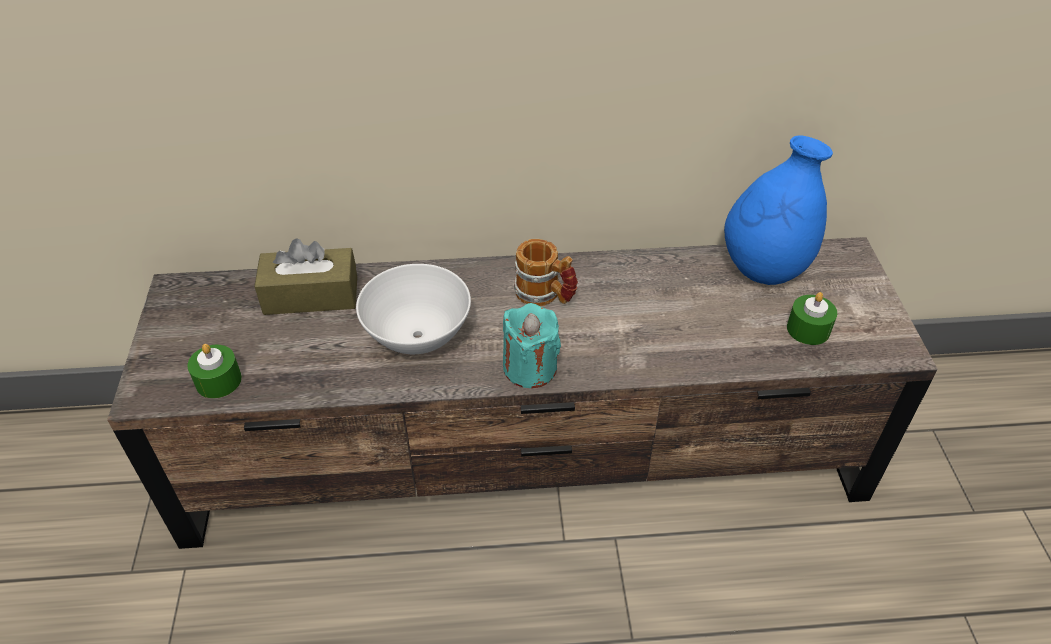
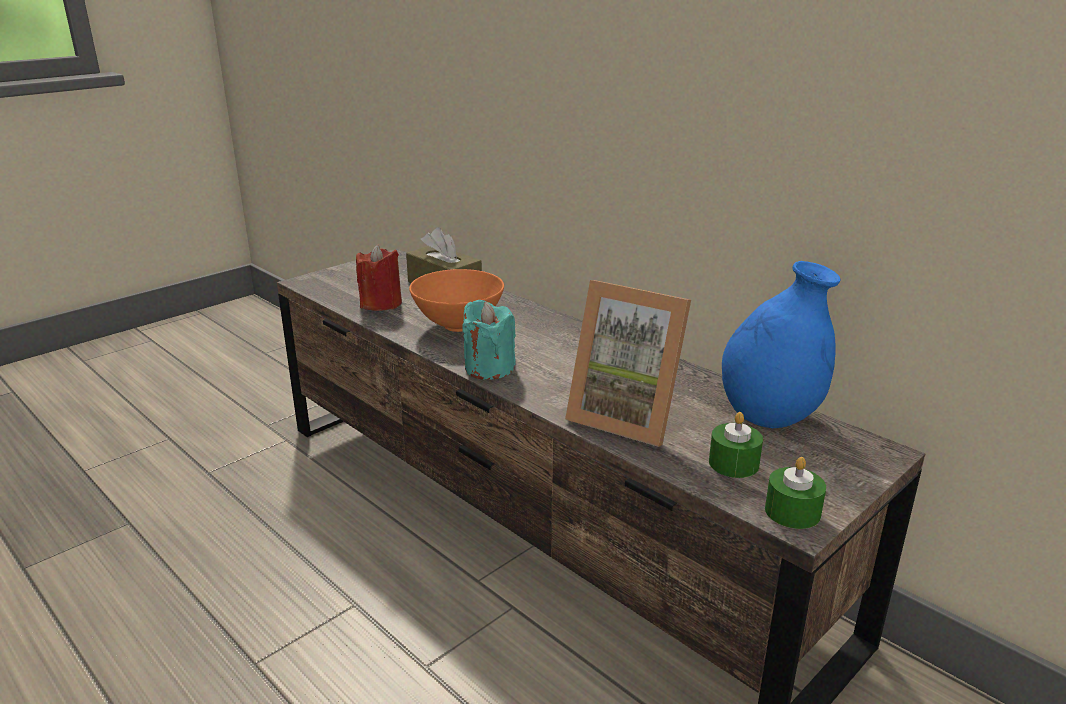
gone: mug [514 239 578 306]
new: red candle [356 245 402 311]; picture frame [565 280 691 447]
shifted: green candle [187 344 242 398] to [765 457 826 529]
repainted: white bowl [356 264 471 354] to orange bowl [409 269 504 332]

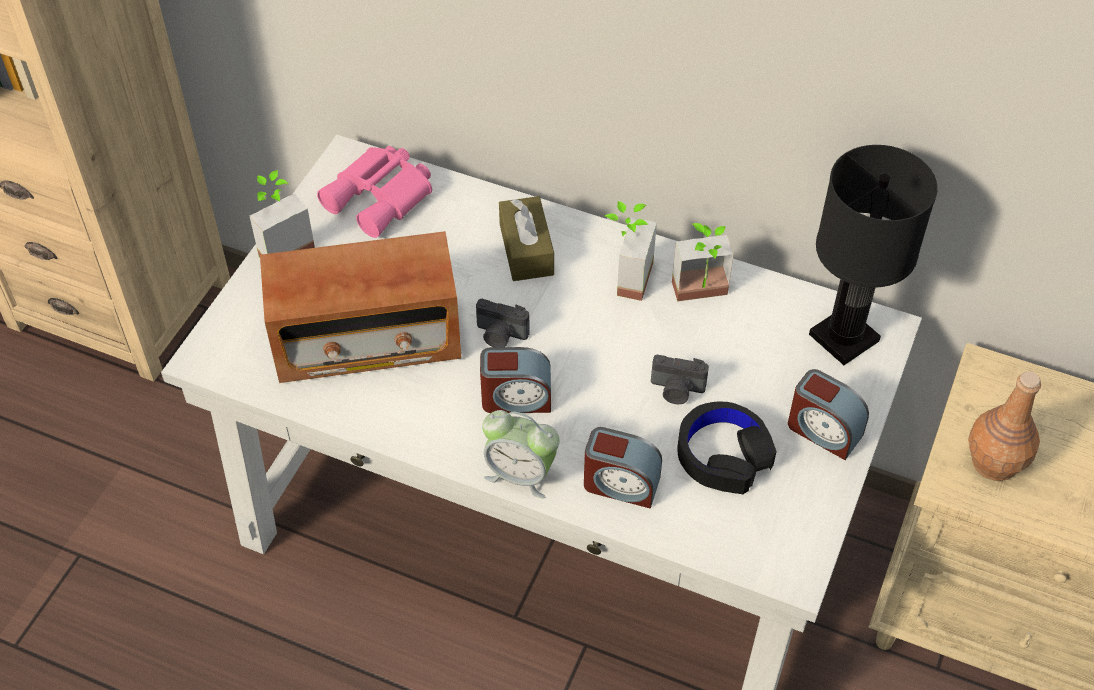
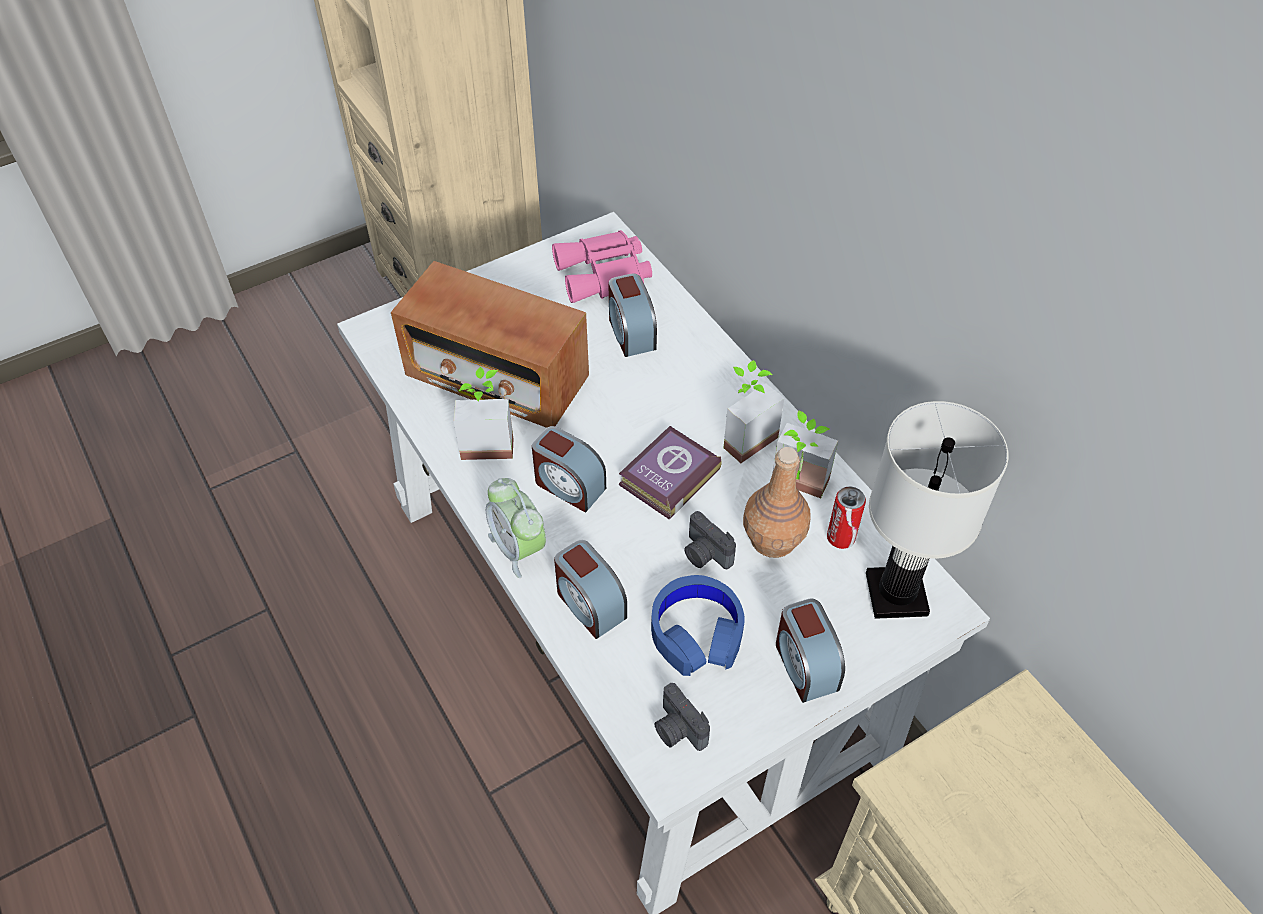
gone: brown tissue box [499 196 554 281]
new: alarm clock [608 274 657 357]; book [619 426 721 519]; can [827 486 866 549]
shifted: potted plant [250 170 315 258] to [454 367 513 460]; photo camera [476 299 530 347] to [655 683 710 751]; brown bottle [968 372 1041 481] to [743 447 811 558]
repainted: black table lamp [809 145 938 365] to white table lamp [866 401 1008 619]; black headphones [677 402 777 494] to blue headphones [651 575 745 676]

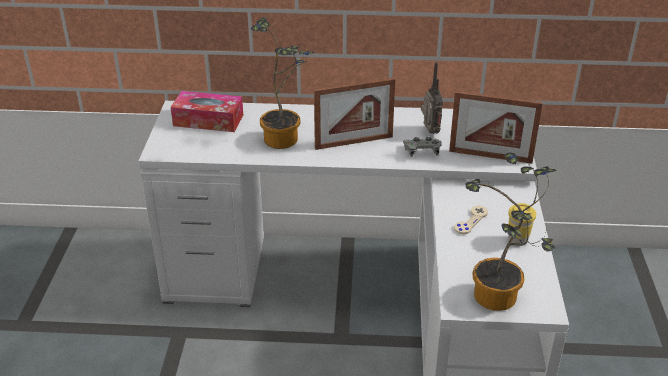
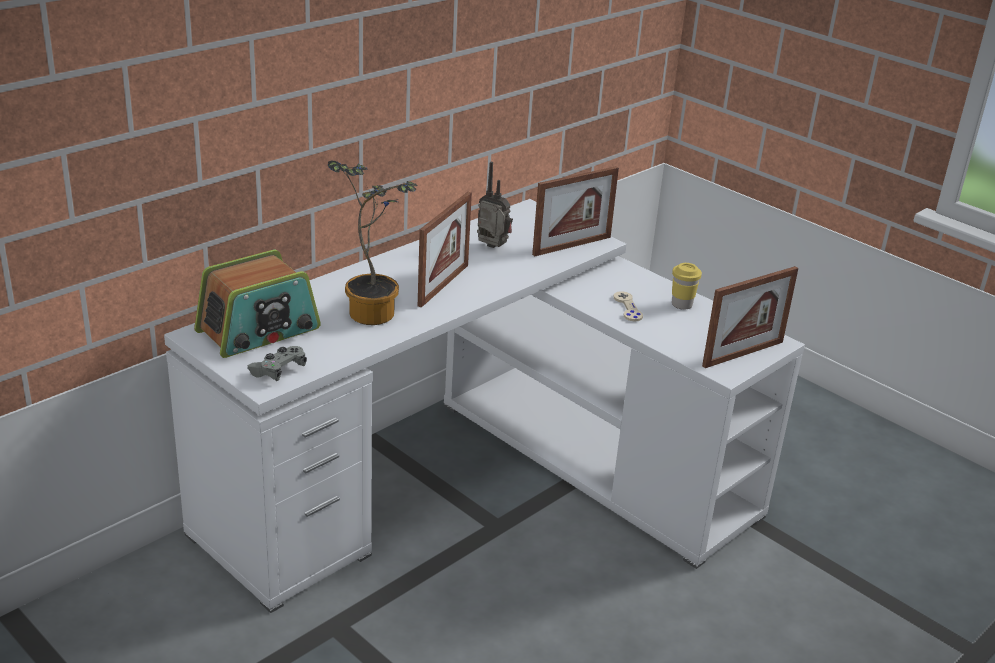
shifted: grey game controller [403 137 442 157] to [247 346 307 381]
swapped: tissue box [171 91 243 132] to radio [194 250 321 358]; potted plant [465 152 557 311] to picture frame [702 266 798 368]

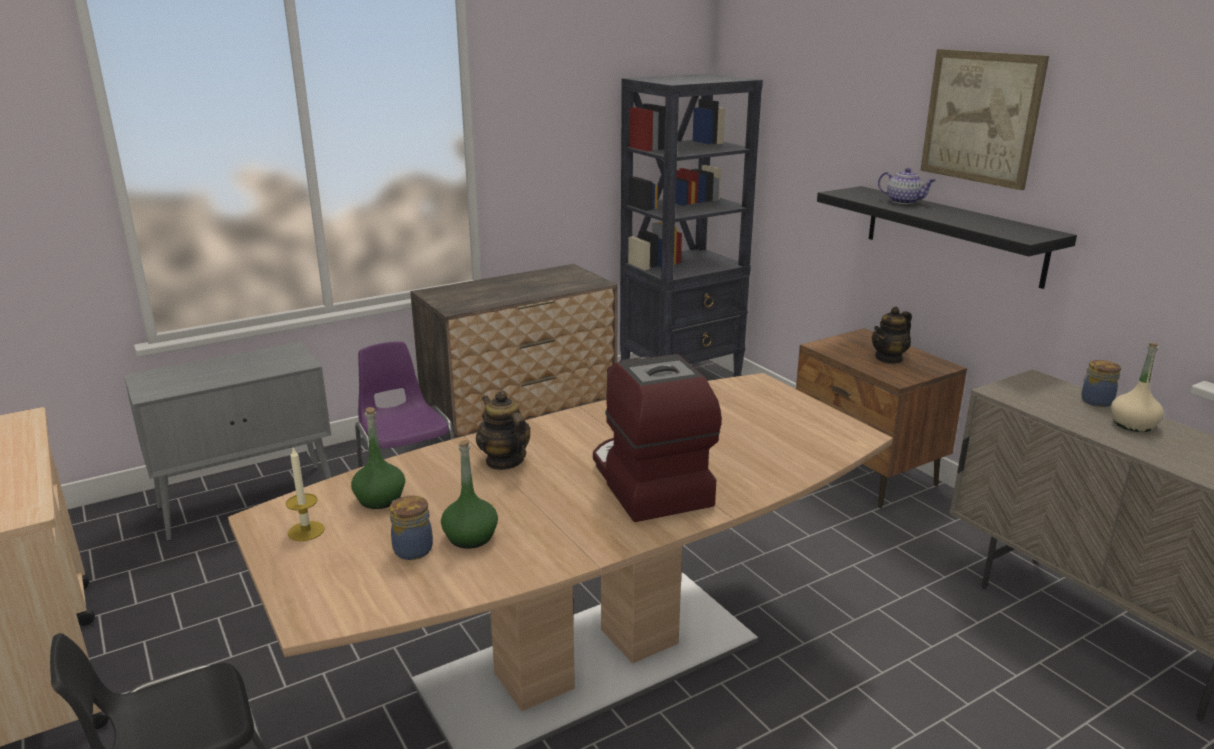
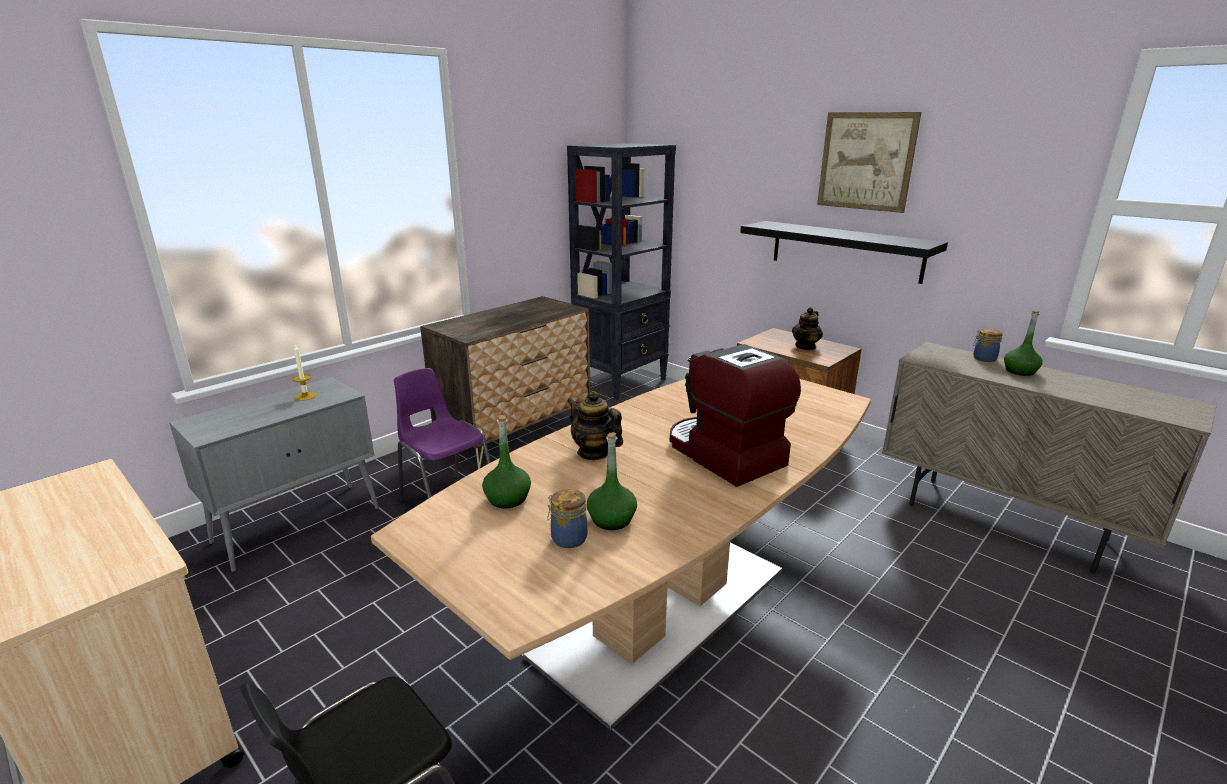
gone: teapot [878 168 936 204]
shifted: candle [286 448 325 541] to [292 345 317 401]
repainted: beige bottle [1111 343 1164 432] to green bottle [1004 311 1043 376]

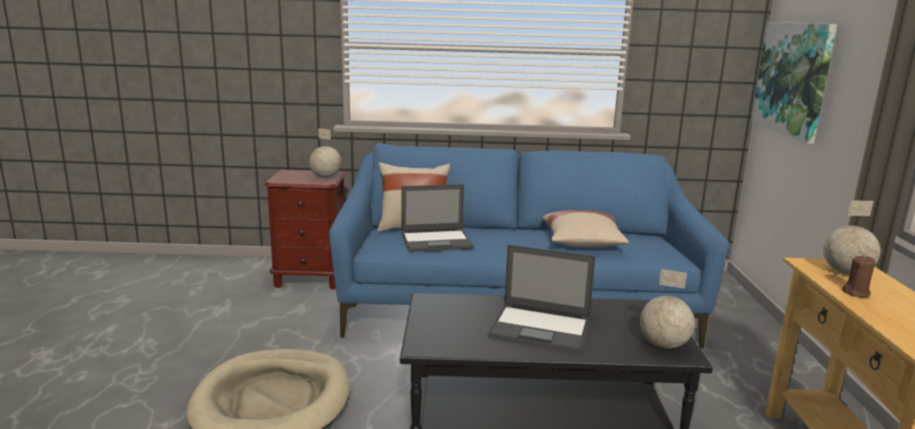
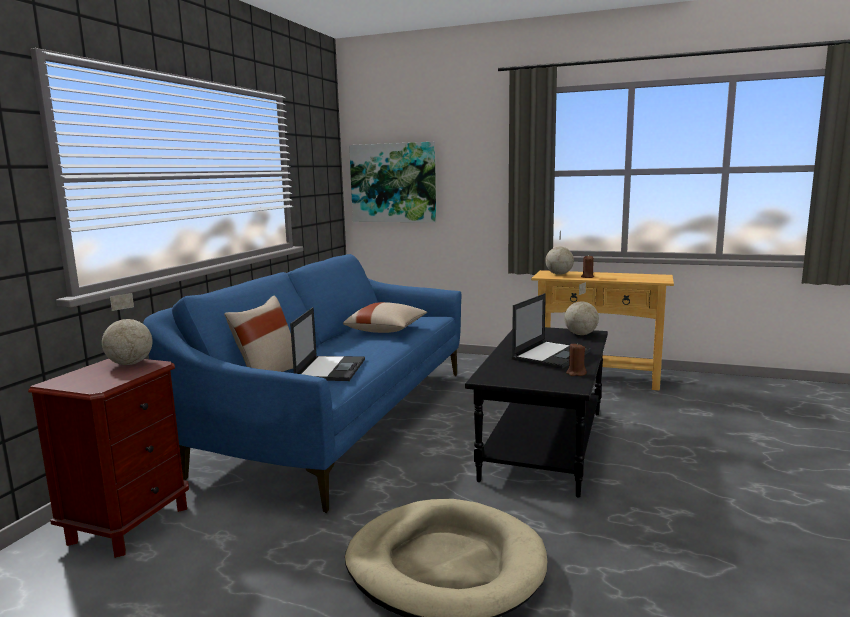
new: brown candle [566 343 587 376]

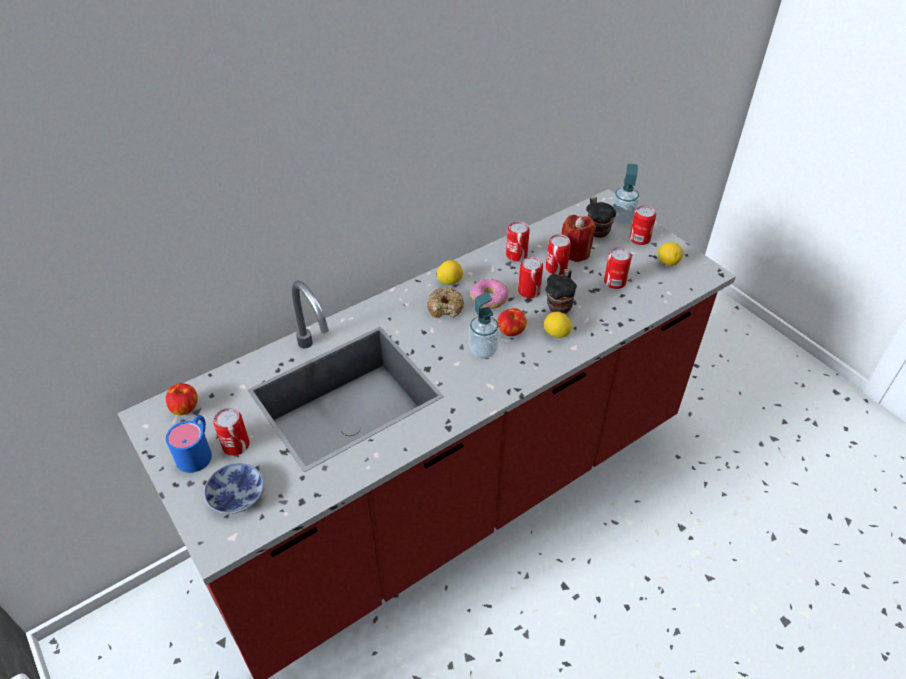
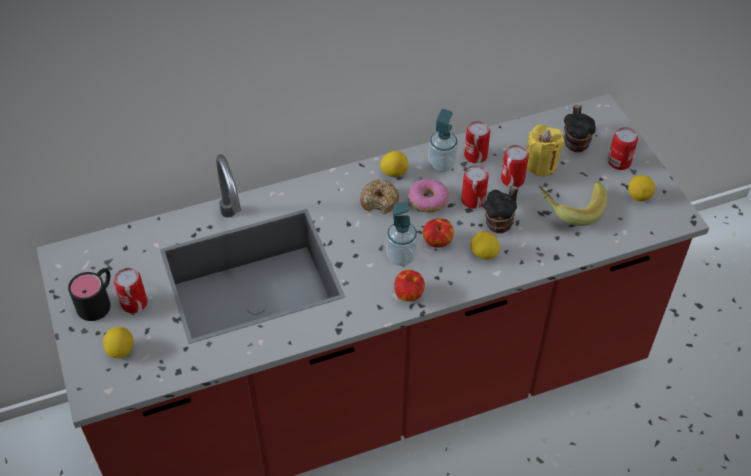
shifted: soap dispenser [612 164 639 224] to [428 109 458 173]; apple [166 383 198 415] to [394 270 425 302]
swapped: can [604 247 632 289] to banana [538 181 607 226]; bowl [204 463 264 514] to lemon [103 327 133 359]
repainted: red candle [561 215 596 262] to yellow candle [527 125 564 176]; blue mug [166 415 212 473] to black mug [68 268 111 321]

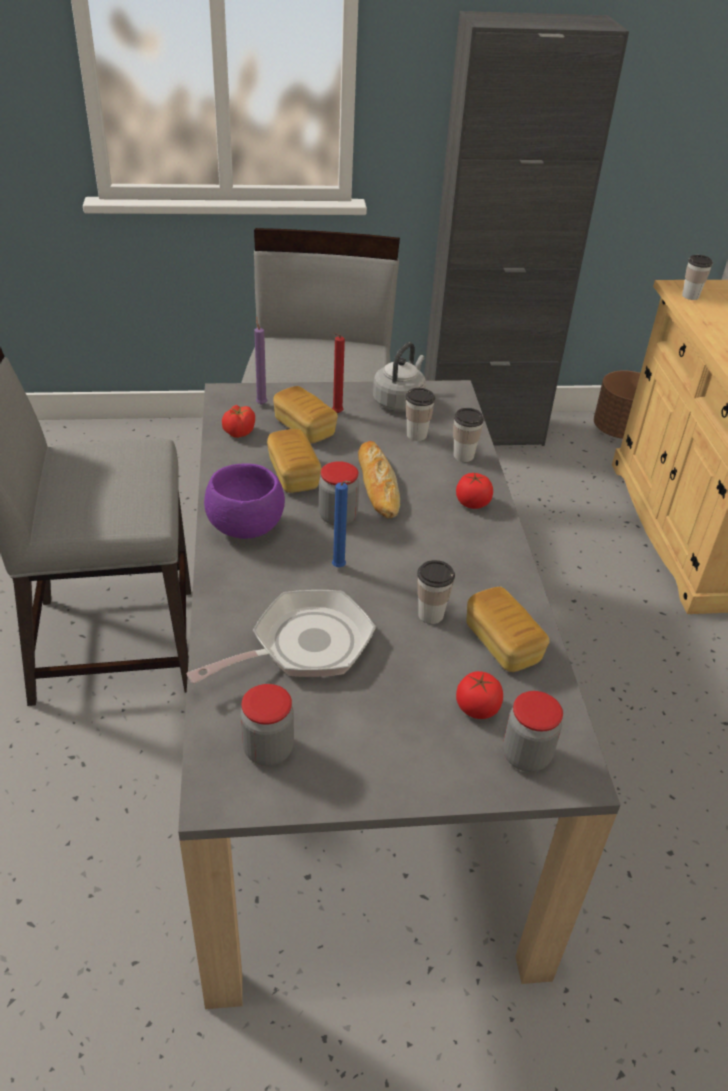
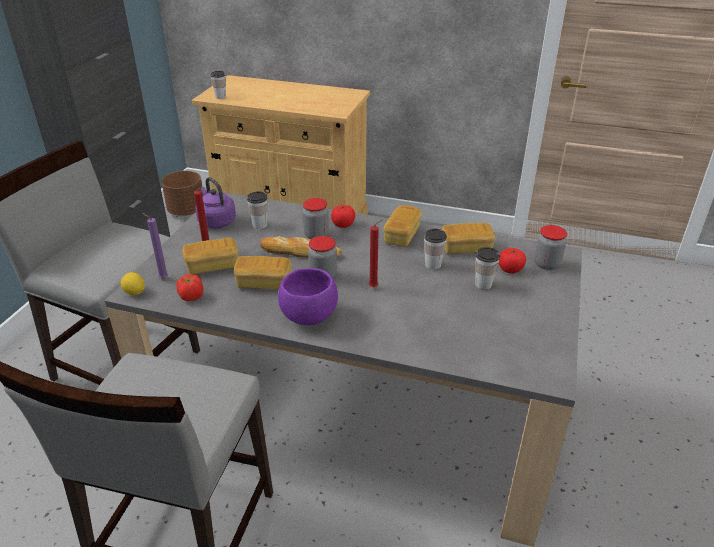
gone: frying pan [187 590 376 684]
new: bread [384 205 422 247]; lemon [121 272 145 295]
shifted: cup [453 408 484 462] to [475 247 500 290]; jar [240 684 294 766] to [302 198 329 239]
repainted: grey kettle [373 342 426 411] to purple kettle [196 177 236 229]; blue candle [332 481 350 567] to red candle [369 219 383 288]

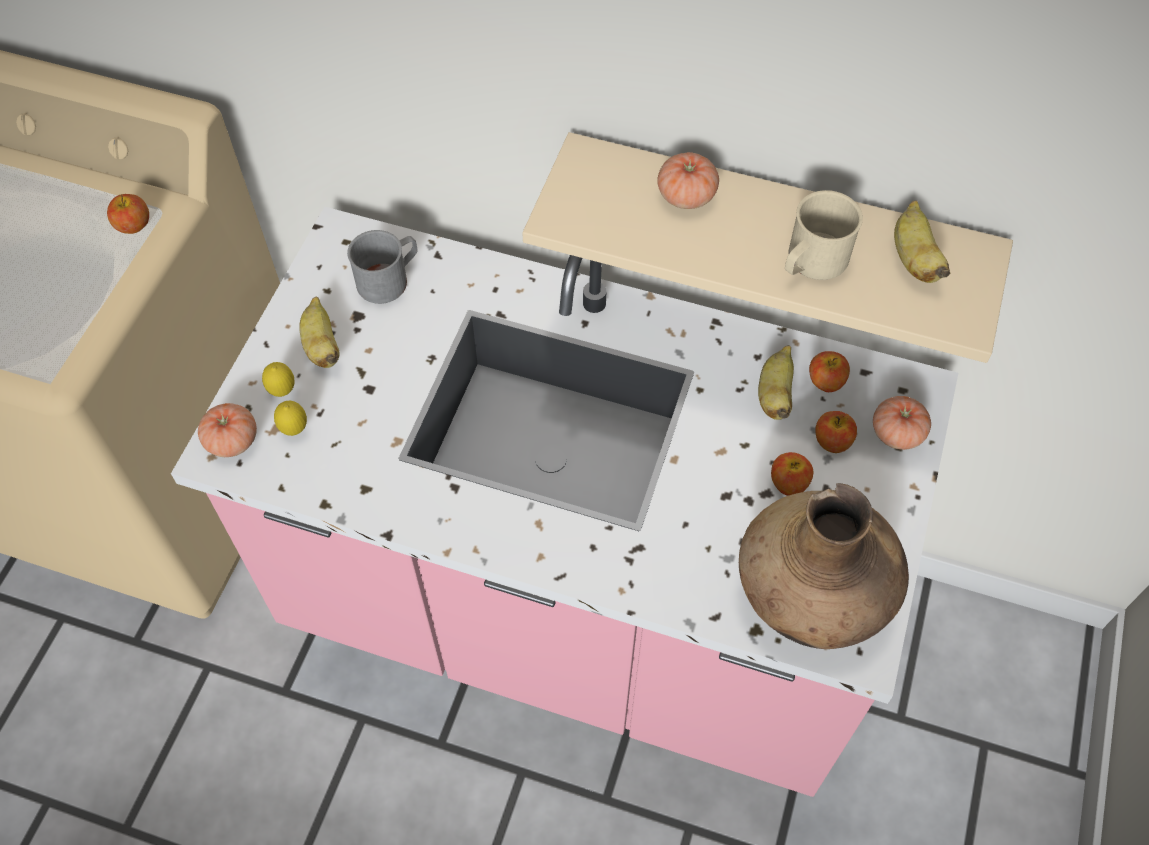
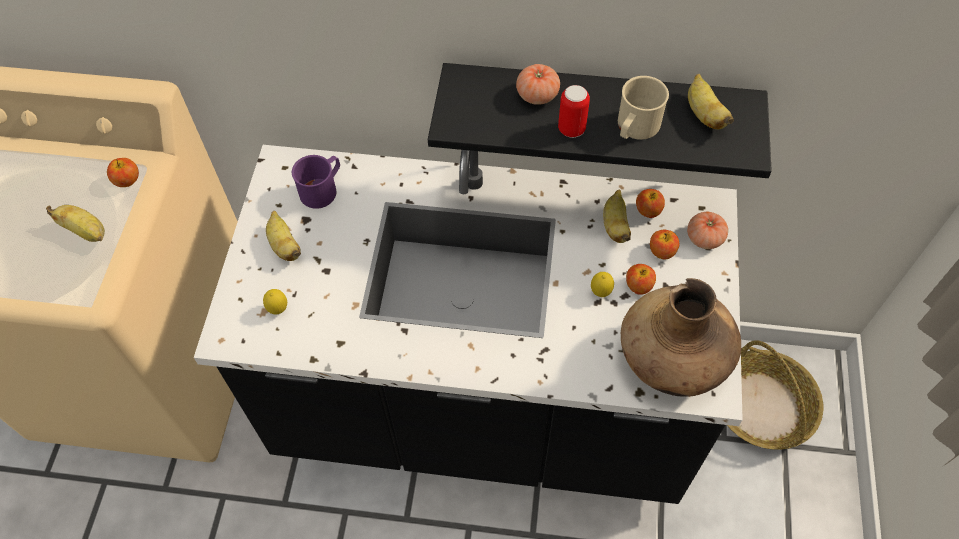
gone: tomato [198 403 257 457]
new: can [558 85 590 138]; banana [46 205 105 242]; basket [727 340 823 450]
shifted: lemon [262 362 295 397] to [591 272 614 297]
repainted: beige shelf [522 132 1013 363] to black shelf [428 63 772 178]; pink counter [171 207 958 797] to black counter [194 145 743 504]; grey mug [347 230 417 304] to purple mug [292 155 340 209]

